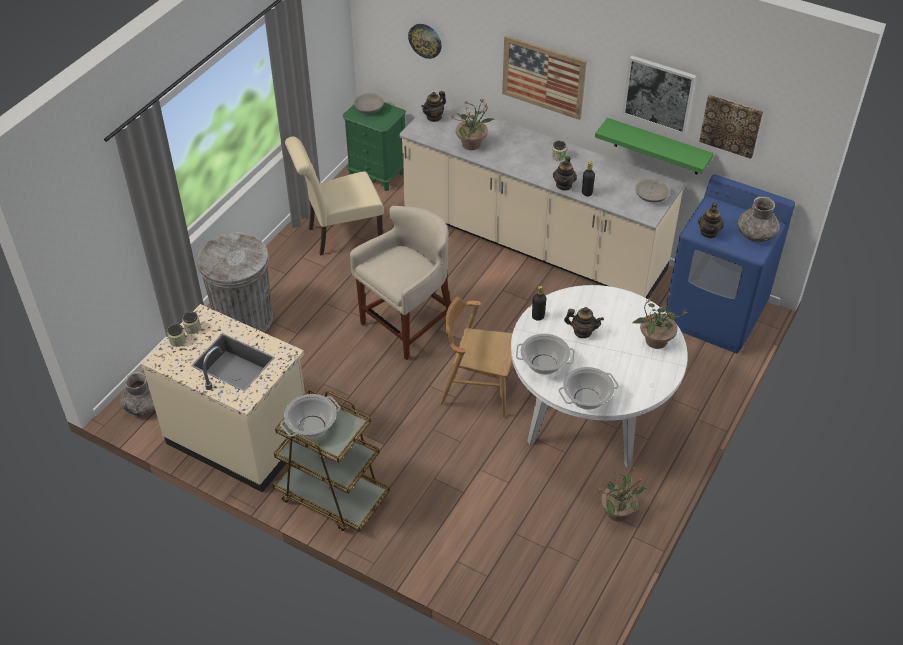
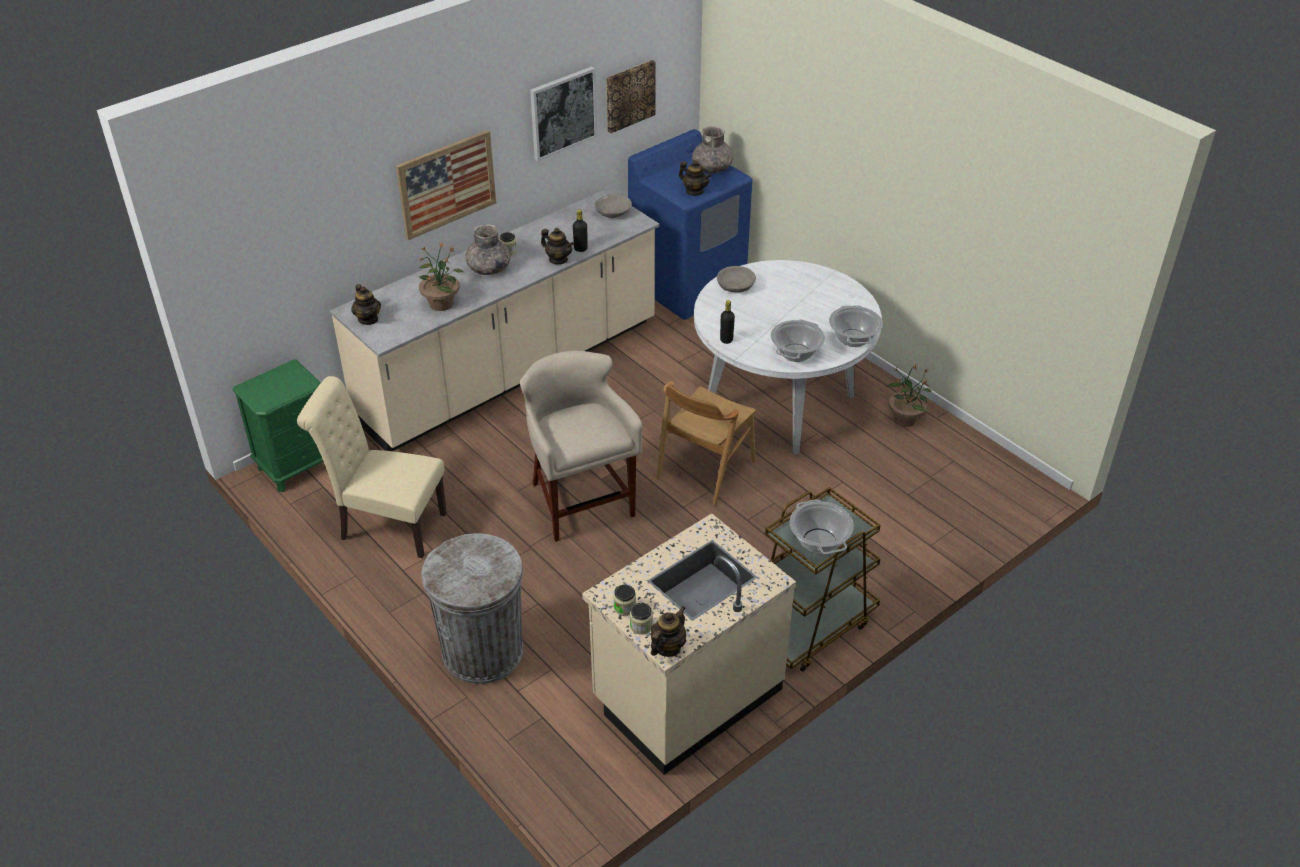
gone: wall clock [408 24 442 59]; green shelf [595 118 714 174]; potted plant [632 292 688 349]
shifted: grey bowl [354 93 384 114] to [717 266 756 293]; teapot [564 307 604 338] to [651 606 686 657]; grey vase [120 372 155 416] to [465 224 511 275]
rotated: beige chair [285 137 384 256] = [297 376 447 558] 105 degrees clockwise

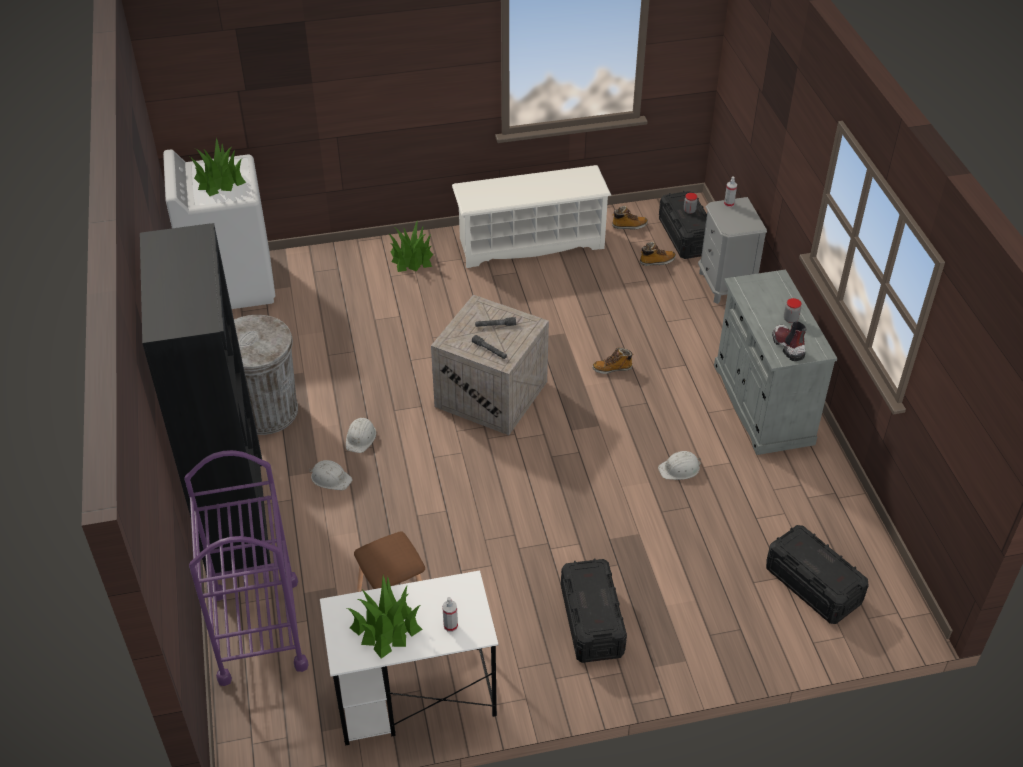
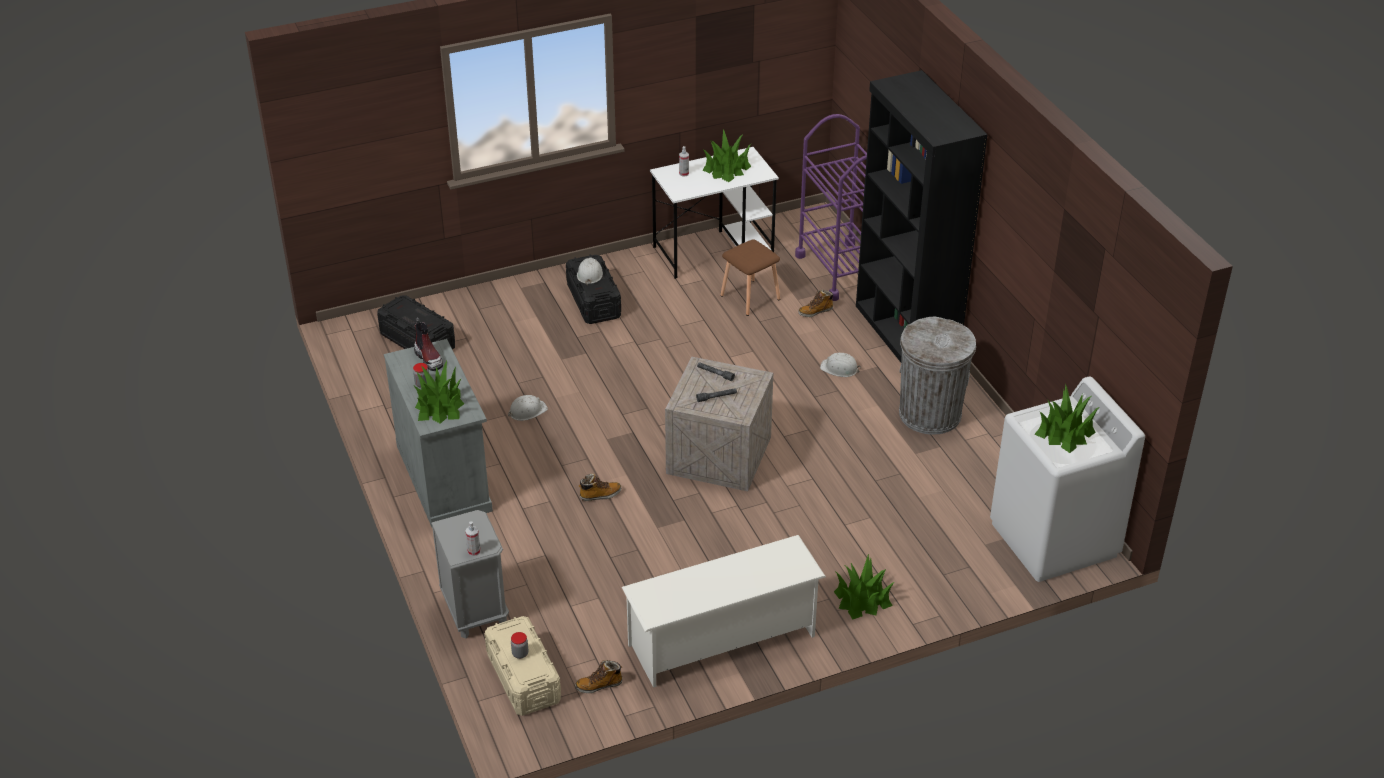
new: potted plant [413 361 464 424]
shifted: boot [640 242 676 266] to [798 290 834 317]; white hard hat [346 418 376 453] to [577 257 603 285]
repainted: black storage box [659 191 707 259] to beige storage box [484 616 561 716]

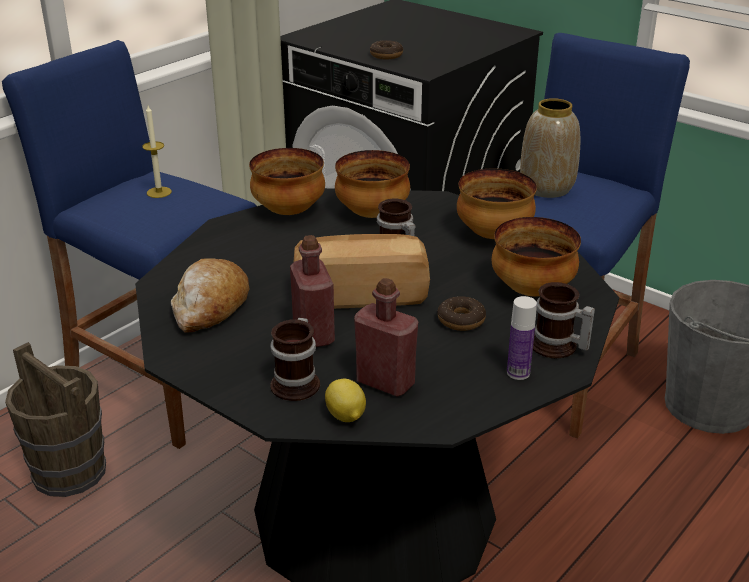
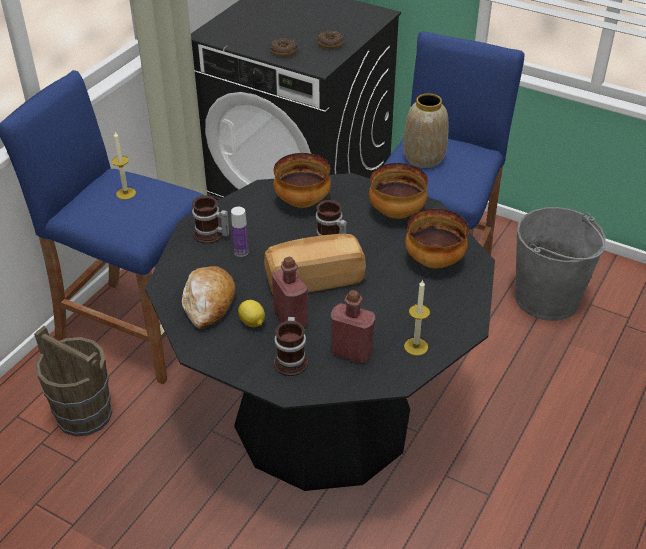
gone: bowl [249 148 325 215]
new: candle [404 279 430 356]
shifted: mug [533 282 595 358] to [192 196 229 244]; donut [437 296 486 331] to [317 31 344 49]; bottle [507 296 537 380] to [231 207 249 257]; lemon [325 379 366 422] to [238 300 265 327]

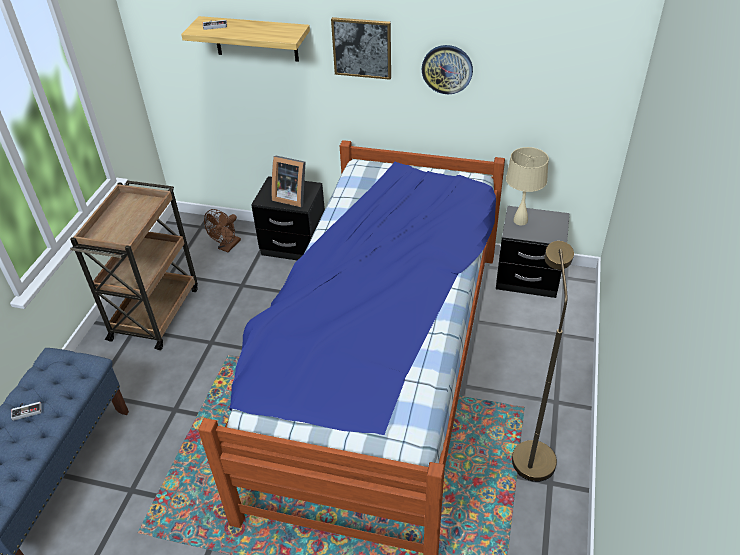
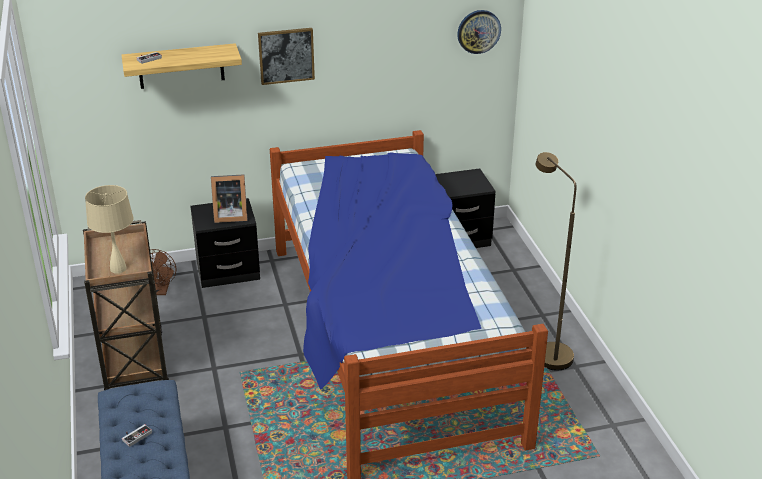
shifted: wall clock [422 45 473 94] to [457 10 501 54]; beige table lamp [506 147 549 225] to [85 185 133 274]

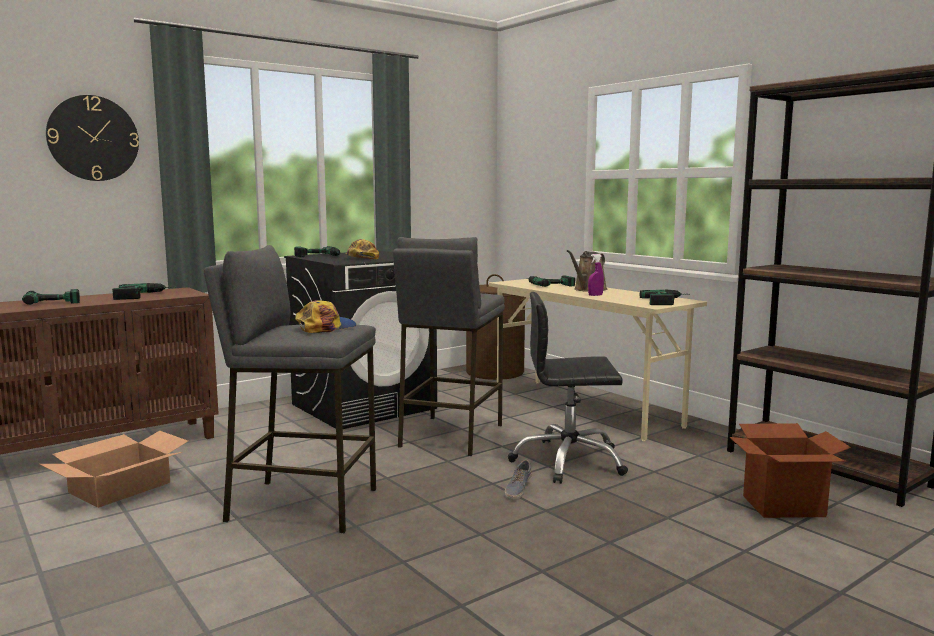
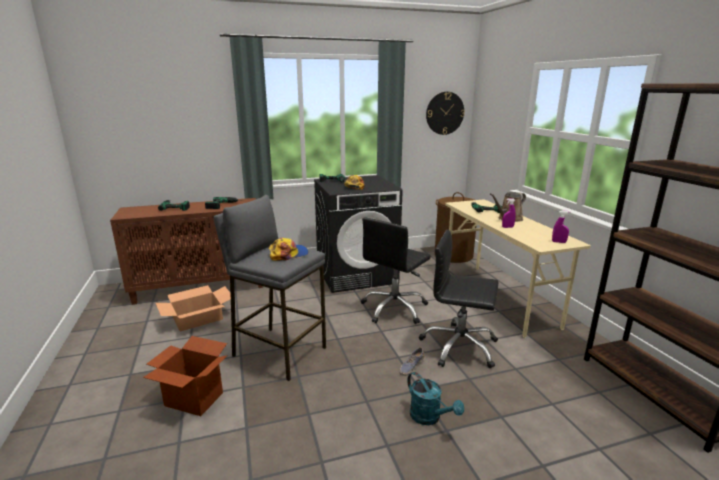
new: turquoise watering can [407 372 464 425]
shifted: wall clock [46 95 139 181] to [426 92 465 135]; cardboard box [729 423 851 518] to [143 336 228 416]
swapped: grey stool [393 237 505 456] to black office chair [361 217 431 324]; power drill [640 290 690 305] to purple spray bottle [552 211 571 243]

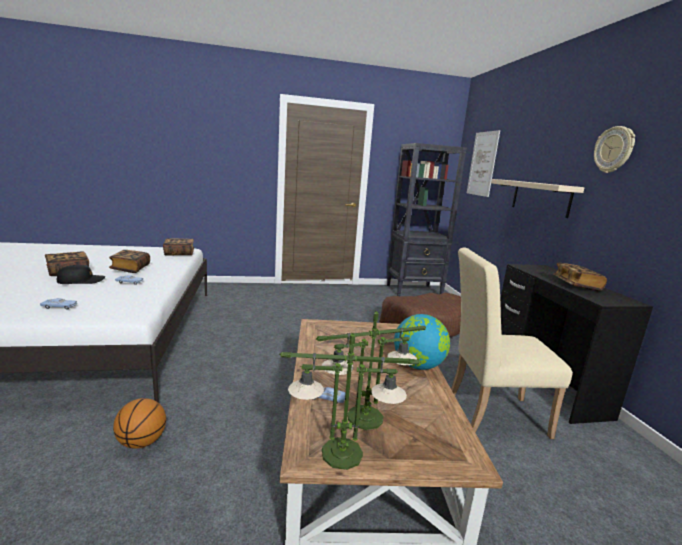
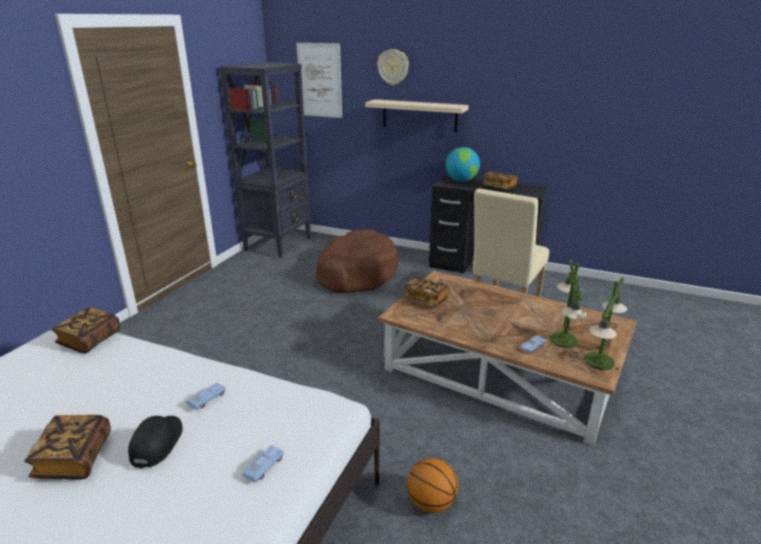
shifted: wall clock [594 126 635 173] to [377 49 409 85]; book [109 250 150 273] to [403 277 449 307]; globe [394 314 450 370] to [446 147 480 182]

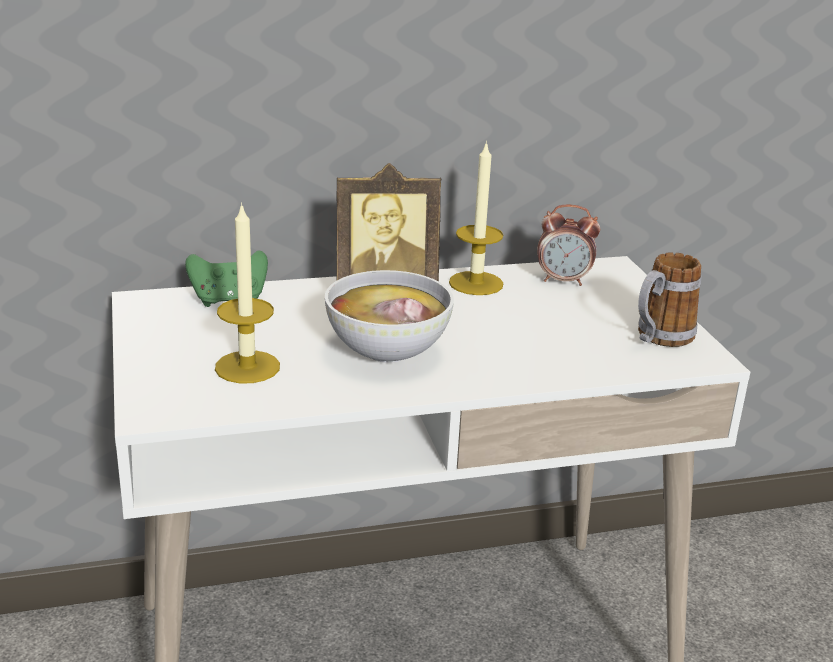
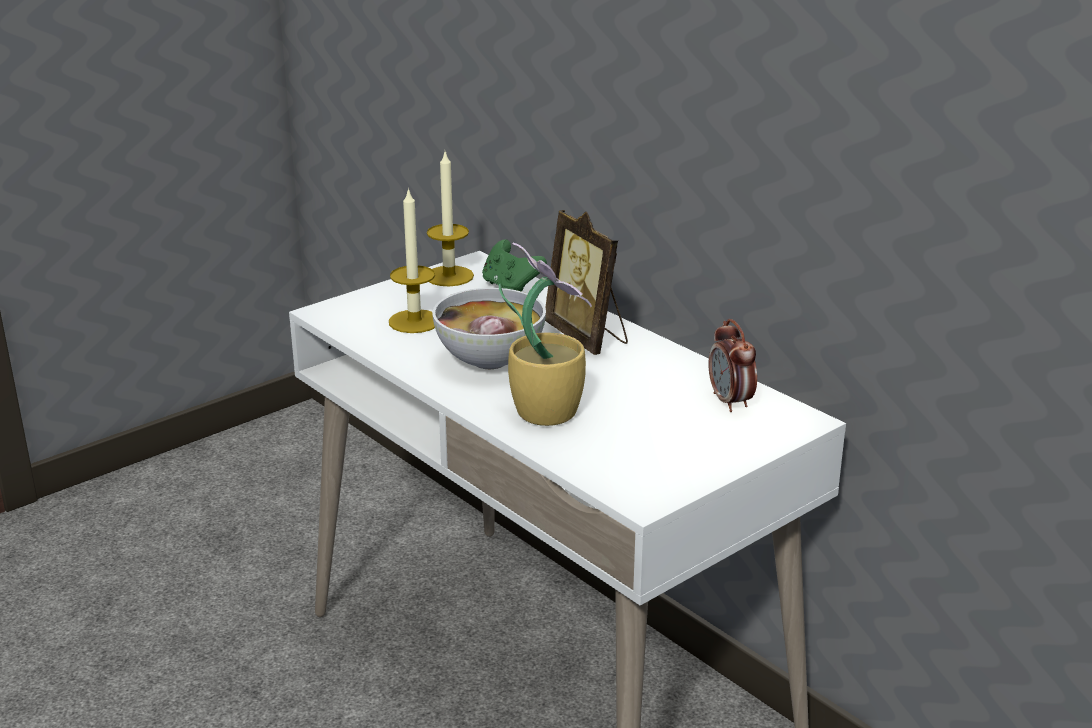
gone: mug [638 252 702 347]
new: potted plant [499 243 592 426]
shifted: candle [449 141 503 295] to [427 152 474 286]

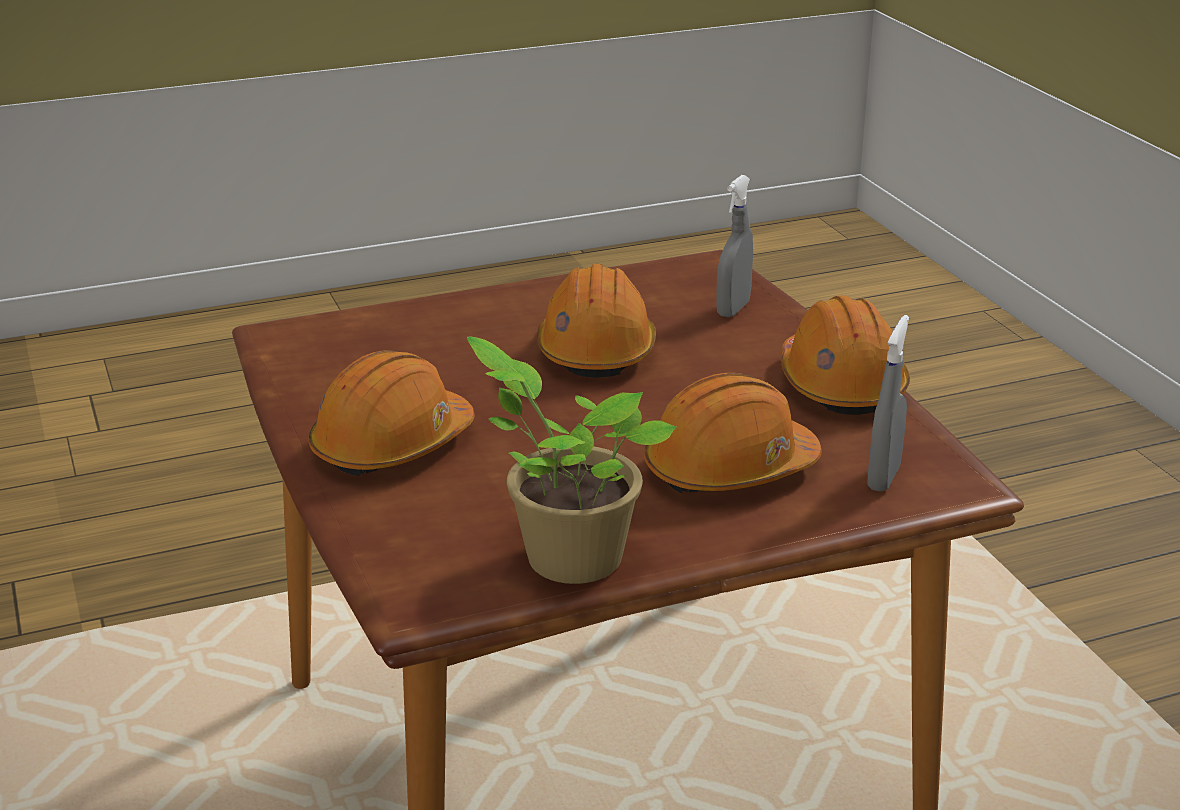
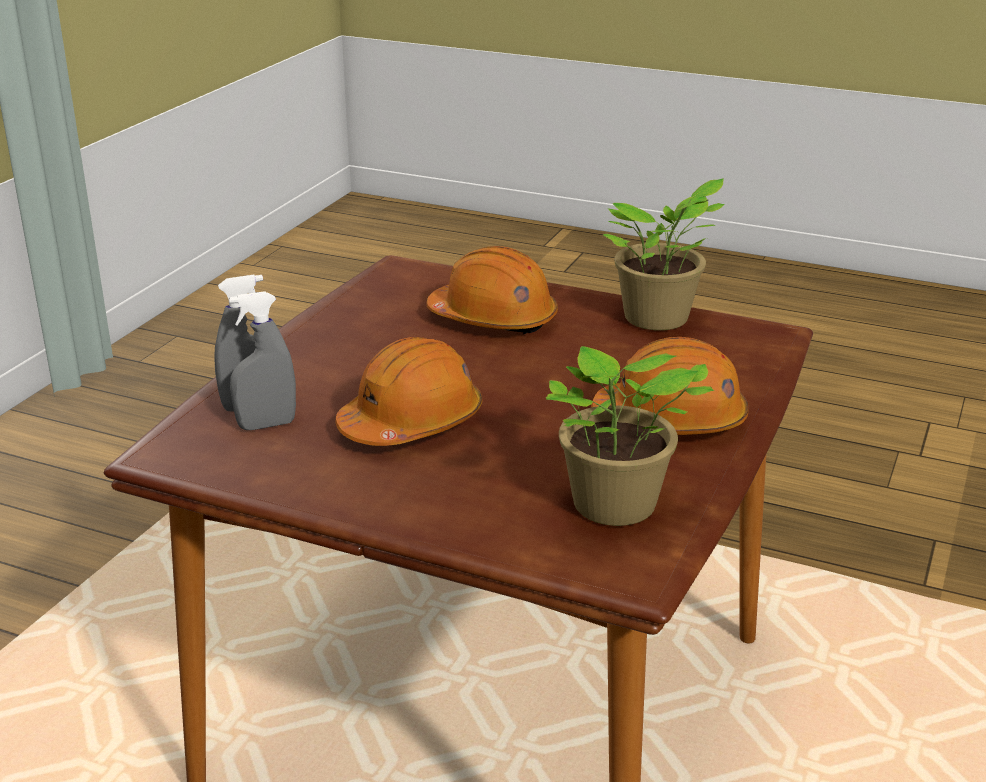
gone: orange hard hat [781 295 910 415]
new: potted plant [546 346 714 526]
shifted: grey spray bottle [868 315 909 492] to [229 291 296 430]

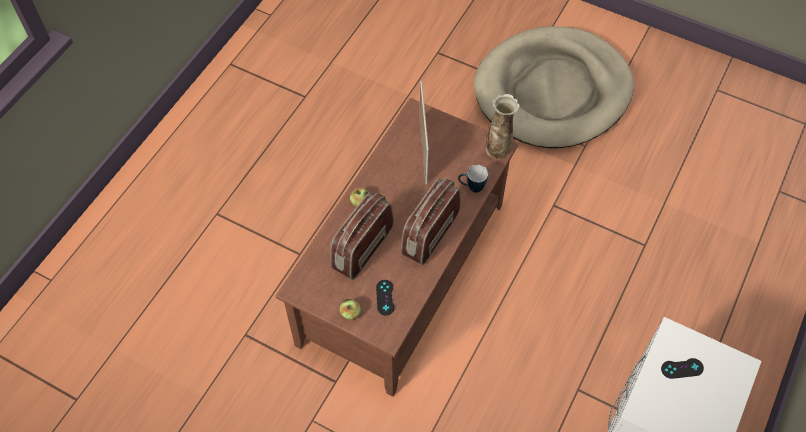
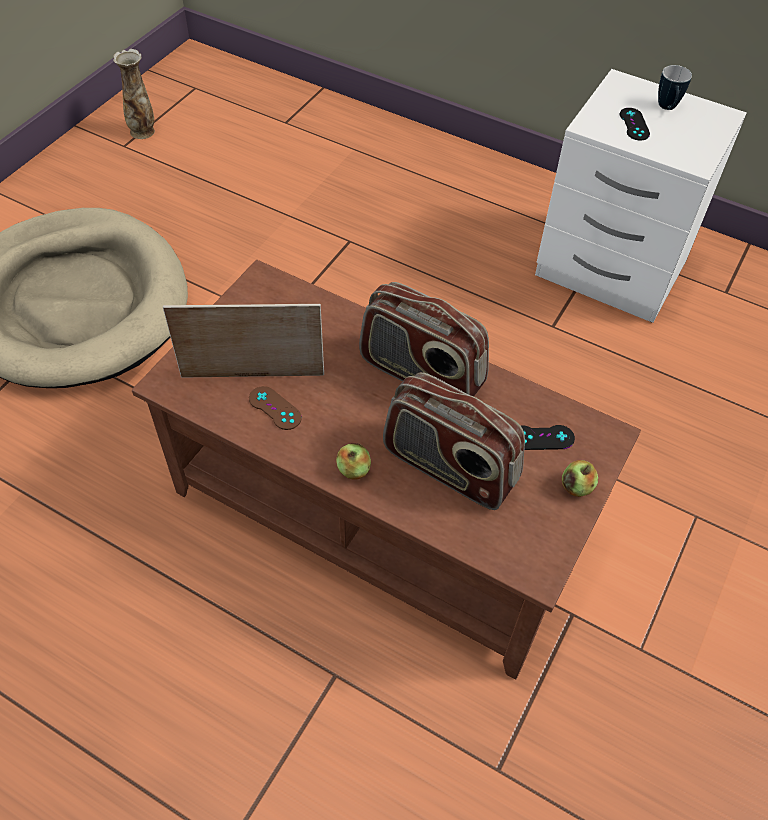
new: brown game controller [249 386 302 430]
shifted: vase [485 94 520 160] to [113 49 155 139]; mug [458 165 488 193] to [658 65 692 110]

